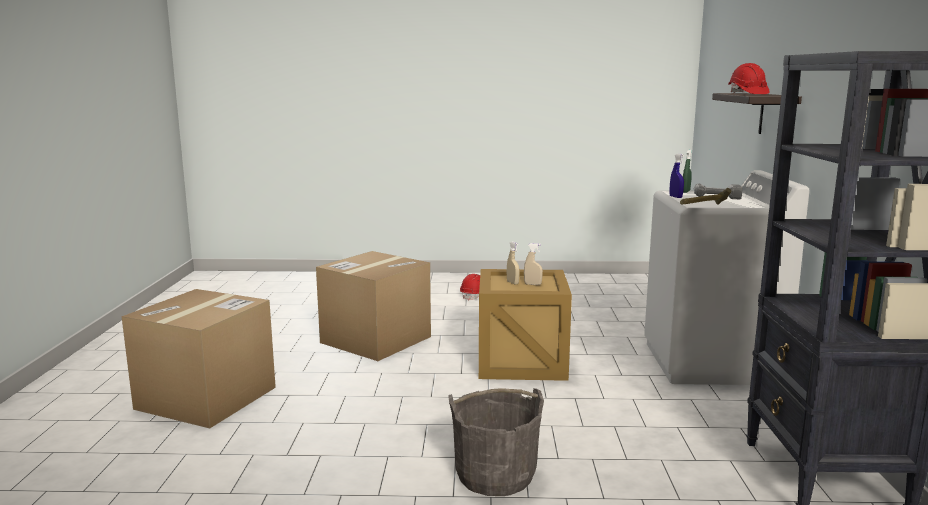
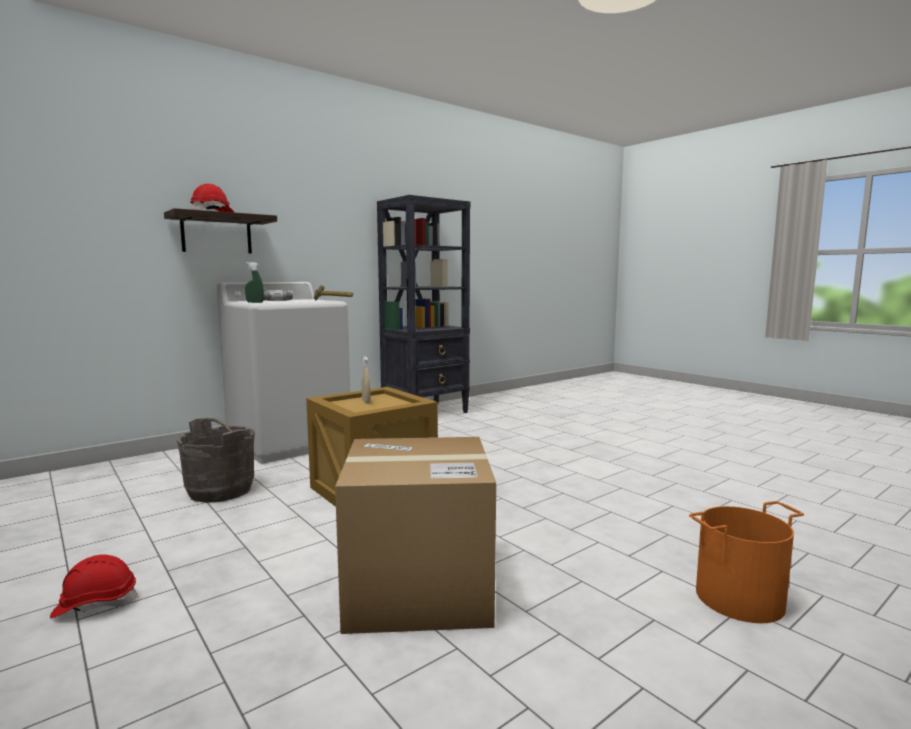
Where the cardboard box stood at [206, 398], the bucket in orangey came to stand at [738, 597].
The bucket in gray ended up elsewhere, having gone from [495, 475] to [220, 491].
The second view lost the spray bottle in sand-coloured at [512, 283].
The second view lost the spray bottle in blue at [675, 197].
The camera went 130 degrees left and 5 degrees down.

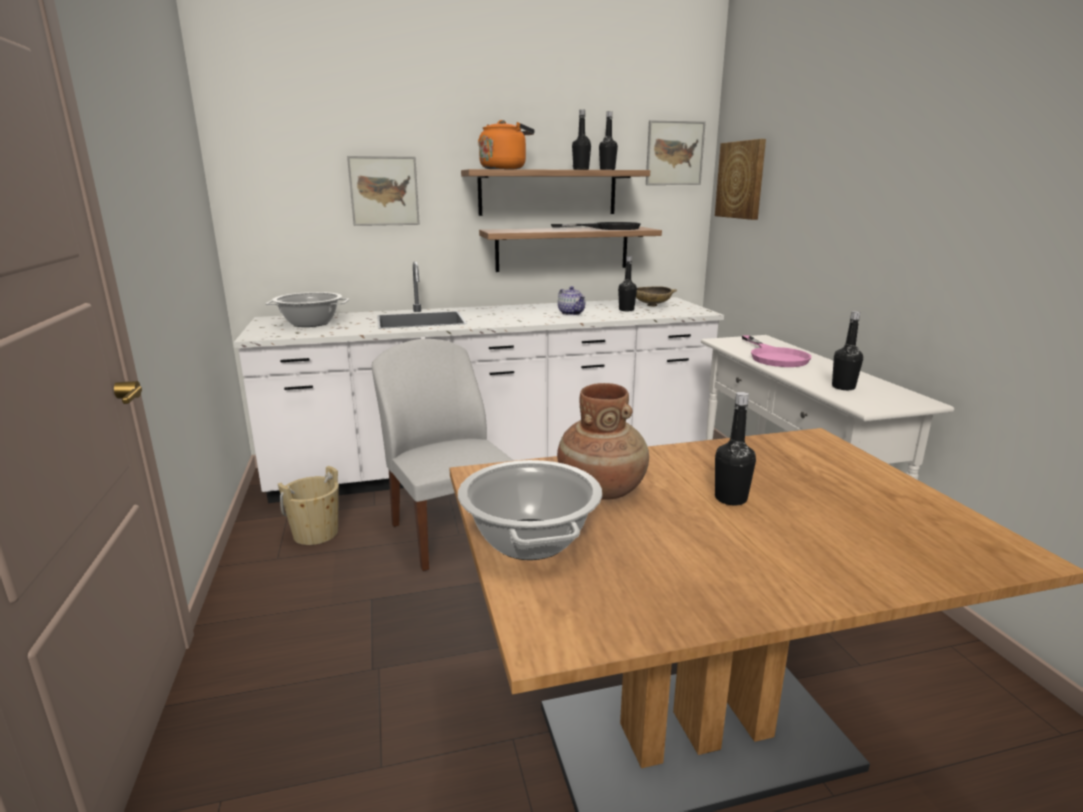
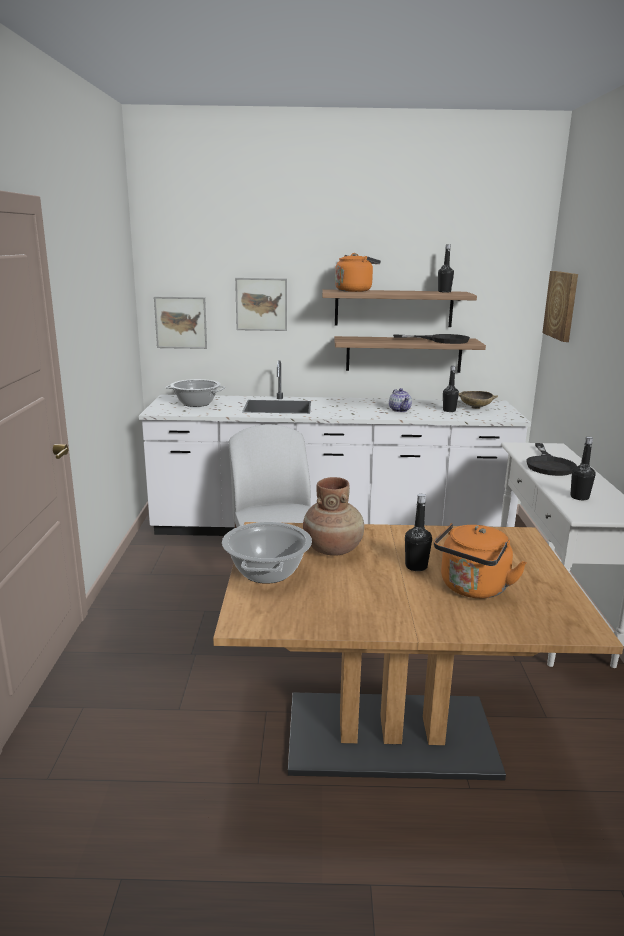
The second view lost the bucket in sand-coloured at [316, 533].
The second view lost the beverage bottle in blackish at [581, 169].
The wall art ended up elsewhere, having gone from [674, 153] to [181, 322].
What was the frying pan in pinkish at [774, 357] turned into the frying pan in blackish at [548, 465].
The second view gained the tea kettle in orangey at [472, 589].
The camera went 15 degrees right and 0 degrees up.

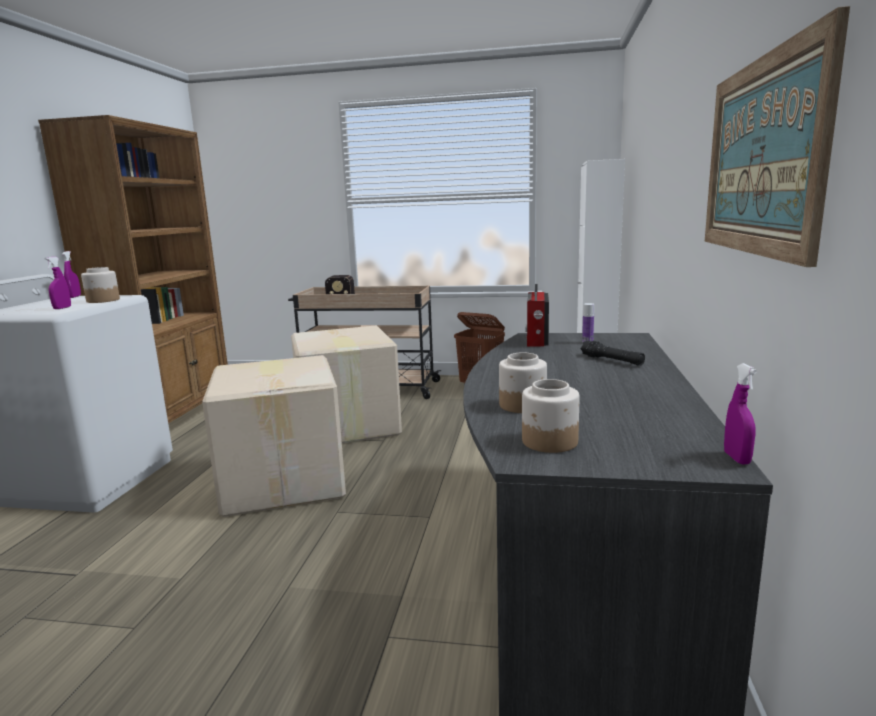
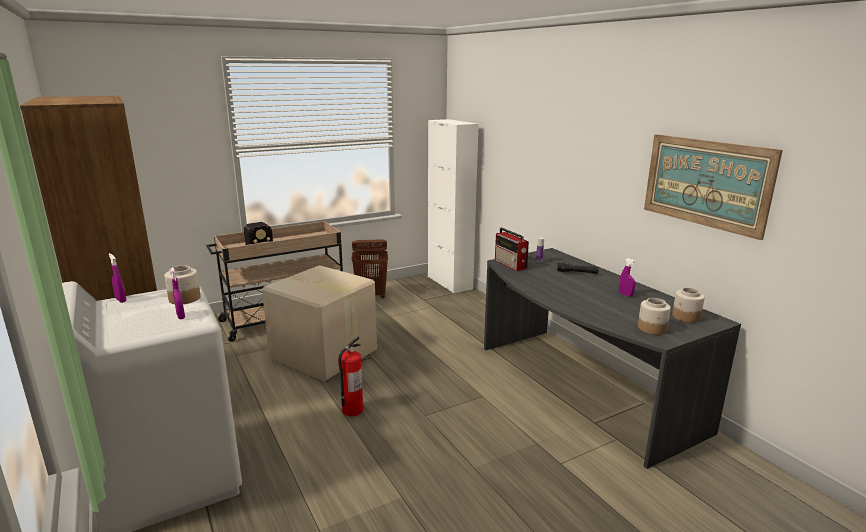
Where the cardboard box stood at [285, 480], the extinguisher came to stand at [352, 410].
The storage jar ended up elsewhere, having gone from [522, 405] to [686, 317].
The spray bottle in purplish ended up elsewhere, having gone from [737, 458] to [625, 295].
The camera went 40 degrees left and 5 degrees up.

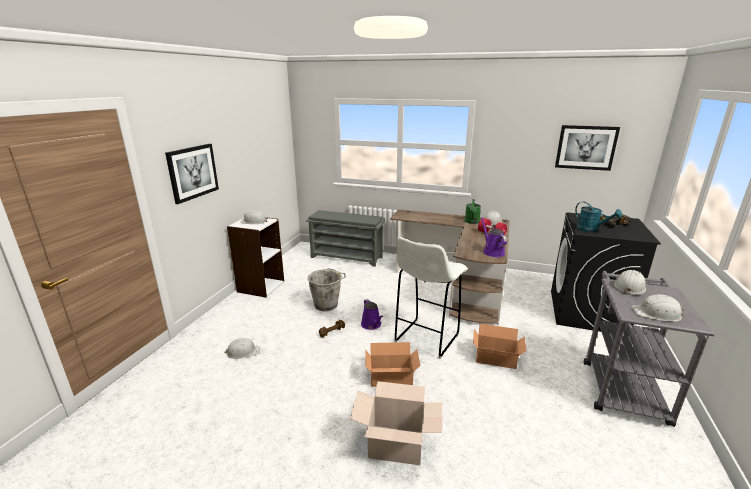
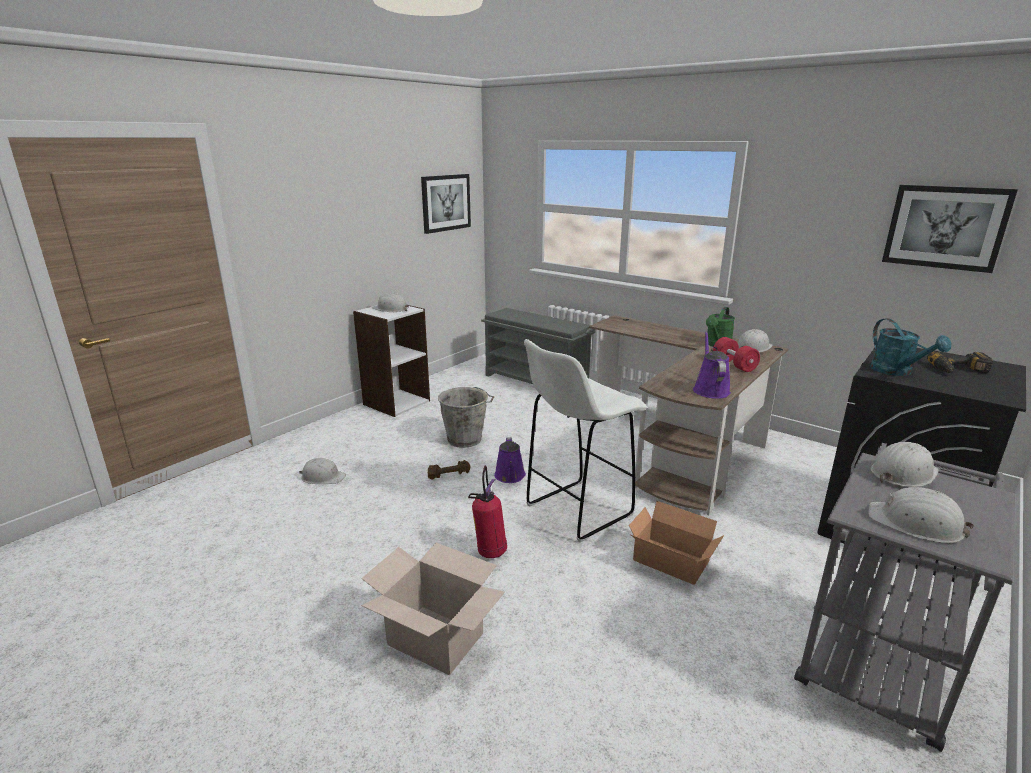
The wall art ended up elsewhere, having gone from [193, 172] to [445, 203].
Where the cardboard box stood at [392, 378], the extinguisher came to stand at [490, 552].
The camera went 20 degrees right and 0 degrees up.

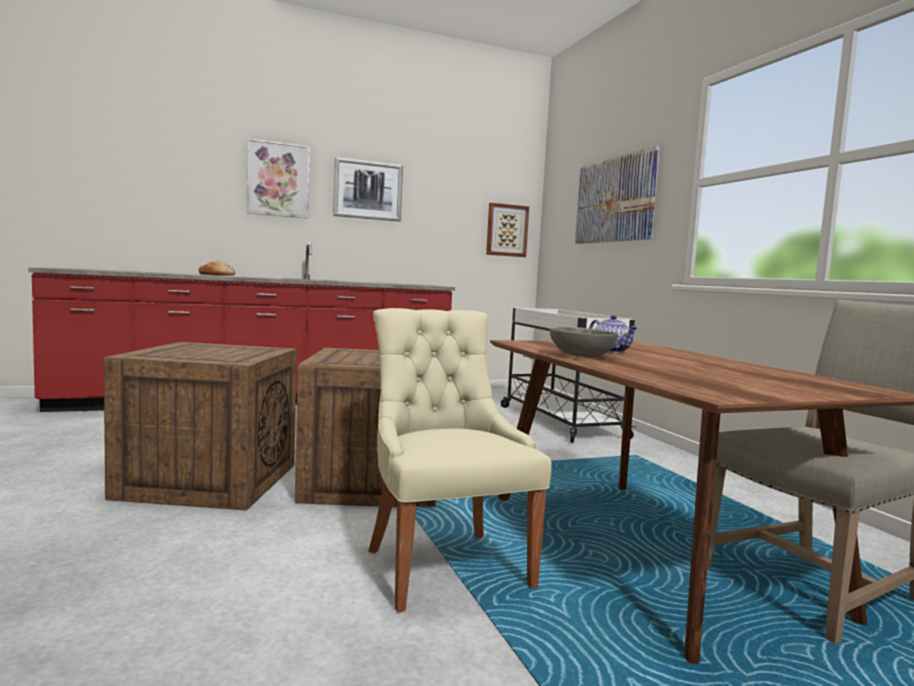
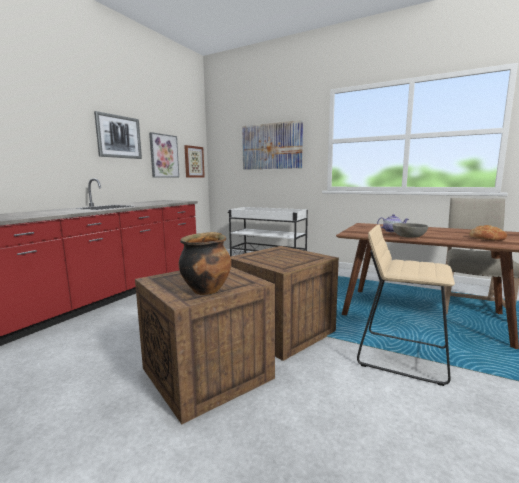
The bread ended up elsewhere, having gone from [216, 275] to [487, 238].
The wall art ended up elsewhere, having gone from [278, 179] to [164, 156].
Where the plain chair in sand-coloured stood at [444, 565], the sitting stool in sand-coloured came to stand at [402, 355].
The second view gained the stockpot at [206, 290].
The camera went 40 degrees left and 5 degrees up.

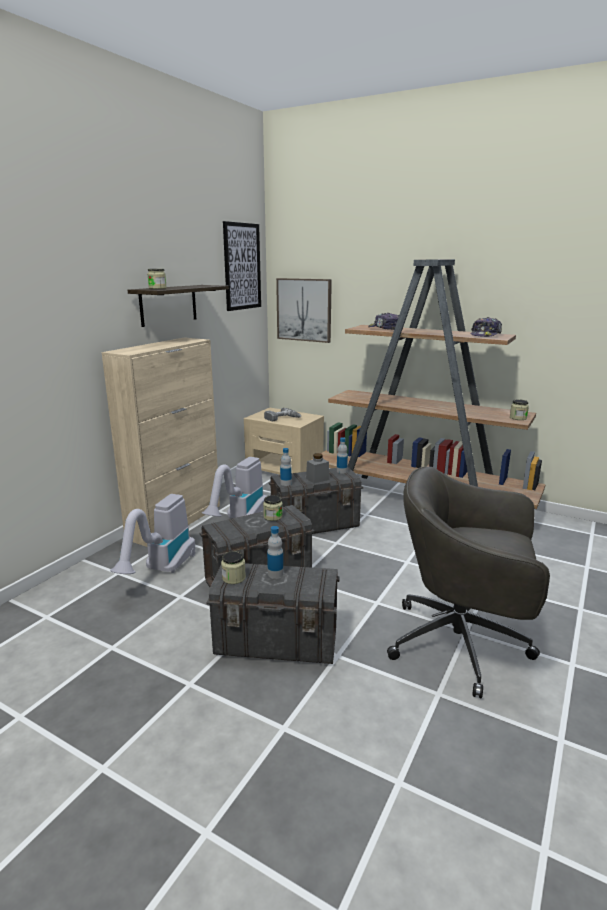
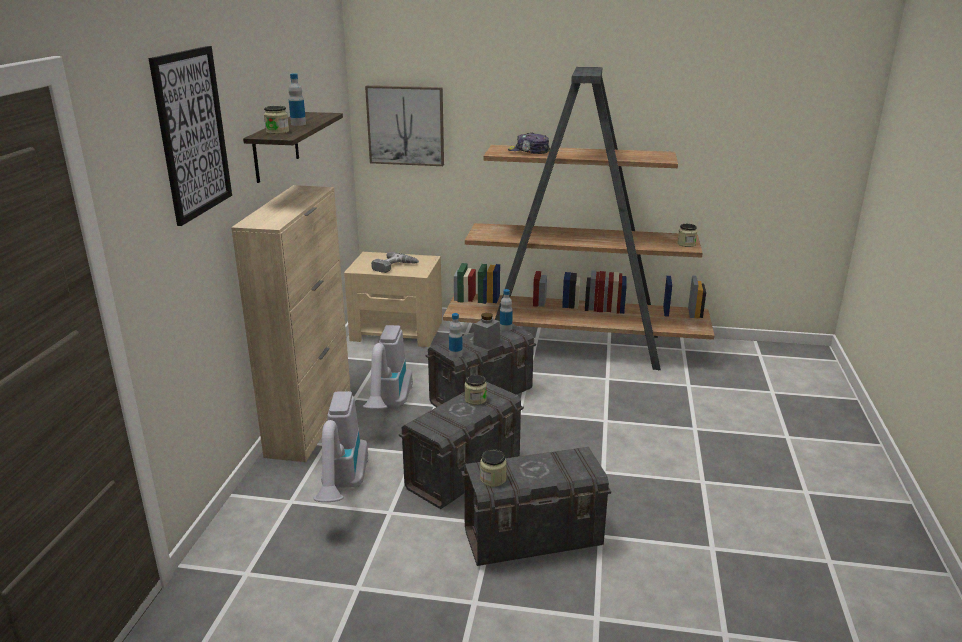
The wall art ended up elsewhere, having gone from [242, 266] to [192, 134].
The beverage bottle ended up elsewhere, having gone from [275, 574] to [298, 124].
The second view lost the office chair in gray at [462, 644].
The second view lost the peaked cap at [485, 335].
The camera went 20 degrees left and 5 degrees up.

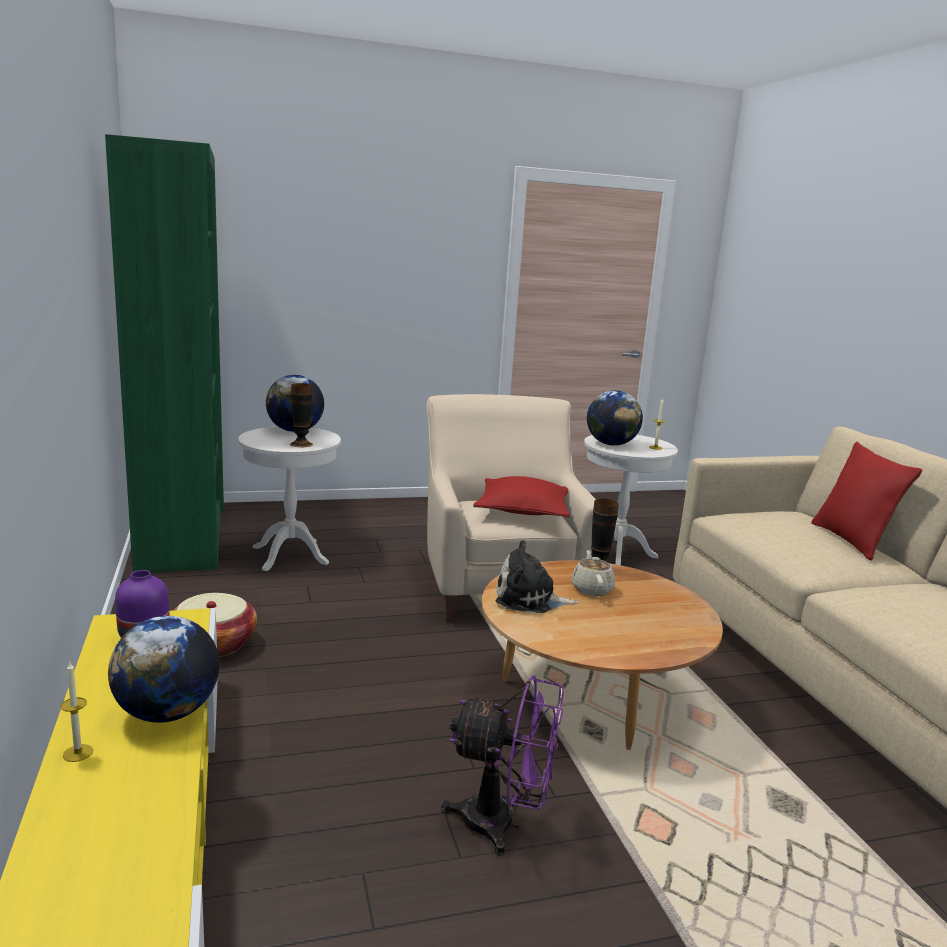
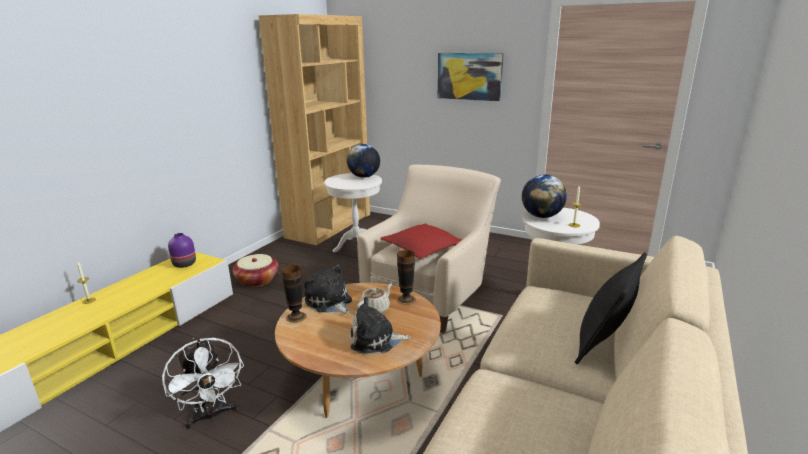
What was the bookcase in green at [183, 536] turned into the bookcase in brownish at [329, 225].
The second view lost the desk globe at [167, 713].
The flower vase ended up elsewhere, having gone from [301, 444] to [296, 317].
What was the electric fan in purplish at [502, 824] turned into the electric fan in white-coloured at [211, 416].
What was the pillow in reddish at [851, 541] turned into the pillow in blackish at [603, 344].
The second view gained the soft toy at [376, 340].
The second view gained the wall art at [469, 76].
The camera went 45 degrees right and 5 degrees up.

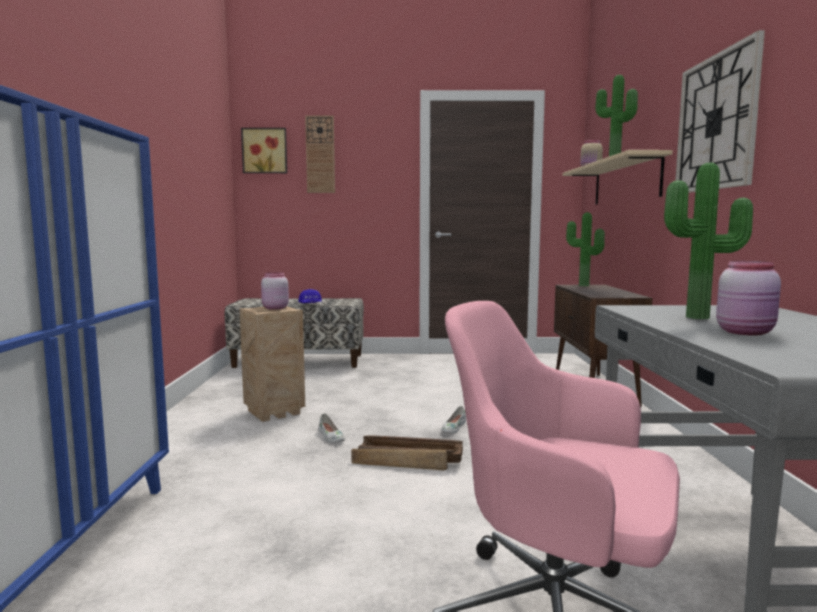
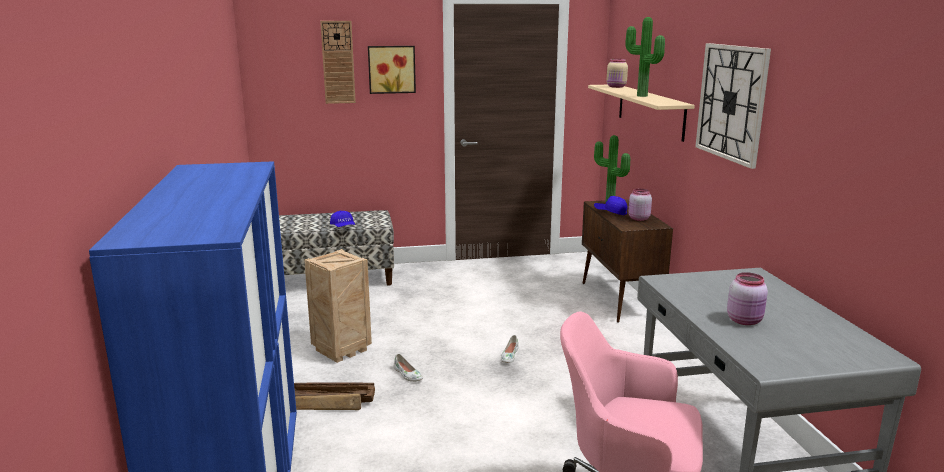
The wall art ended up elsewhere, having gone from [265, 151] to [391, 69].
The storage jar in pinkish ended up elsewhere, having gone from [274, 308] to [638, 219].
The packing crate ended up elsewhere, having gone from [408, 462] to [329, 403].
The second view lost the plant in a pot at [701, 318].
The second view gained the peaked cap in blue at [610, 212].
The camera went 10 degrees left and 10 degrees up.

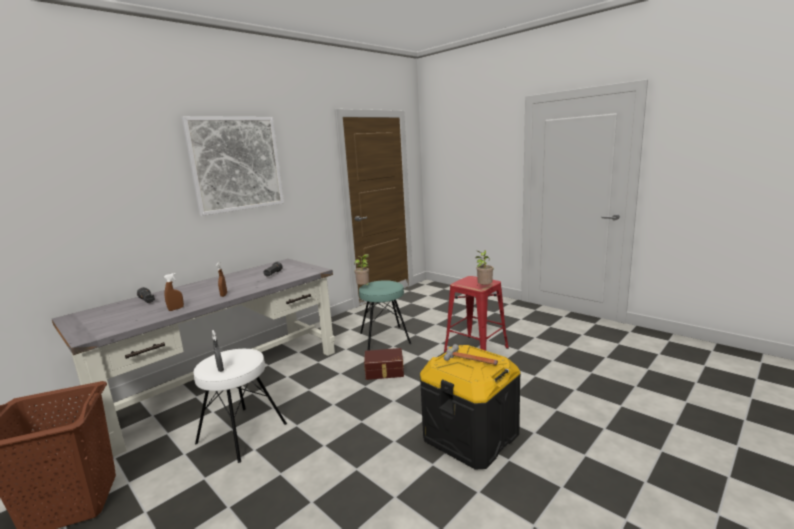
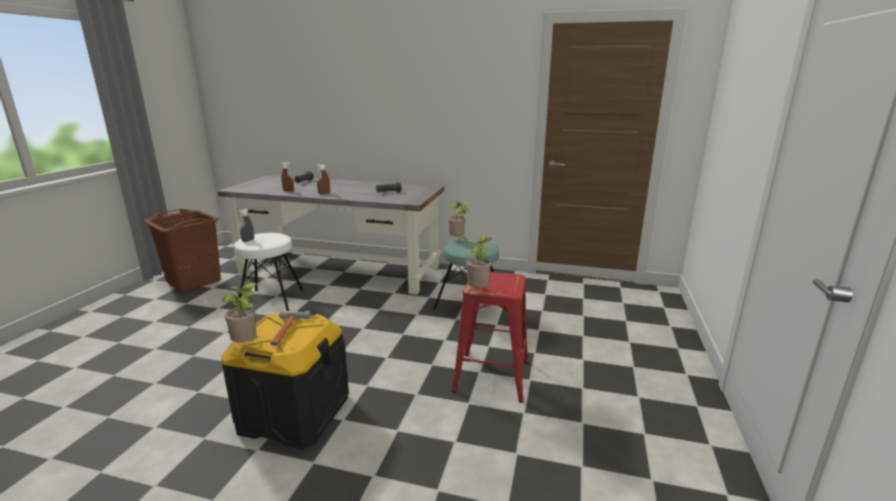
The second view lost the wall art at [236, 164].
The second view lost the storage container in brownish at [384, 371].
The second view gained the plant in a pot at [247, 344].
The camera went 60 degrees right and 5 degrees up.

